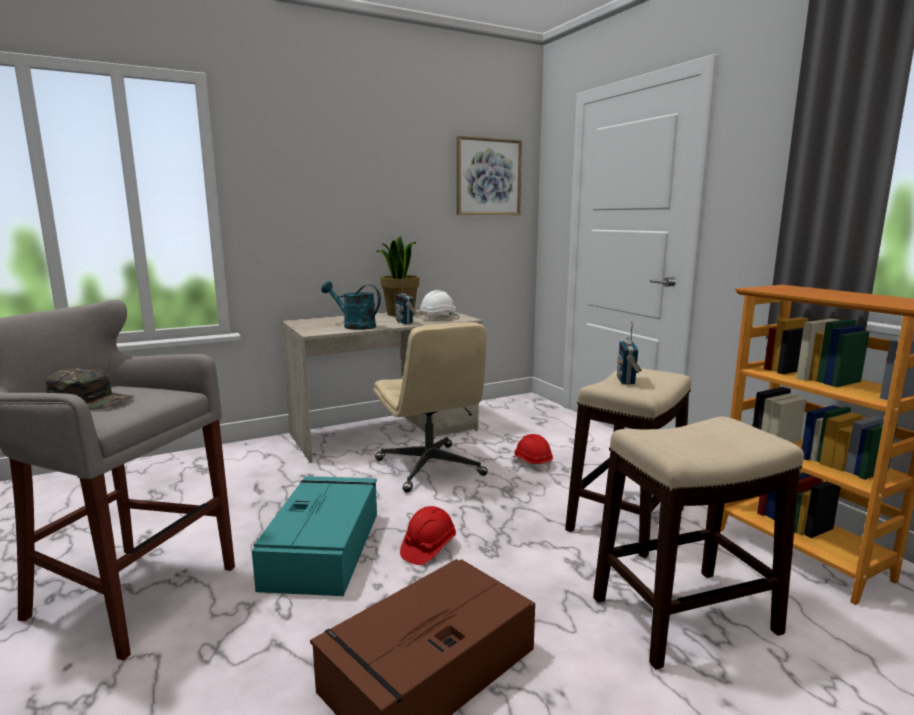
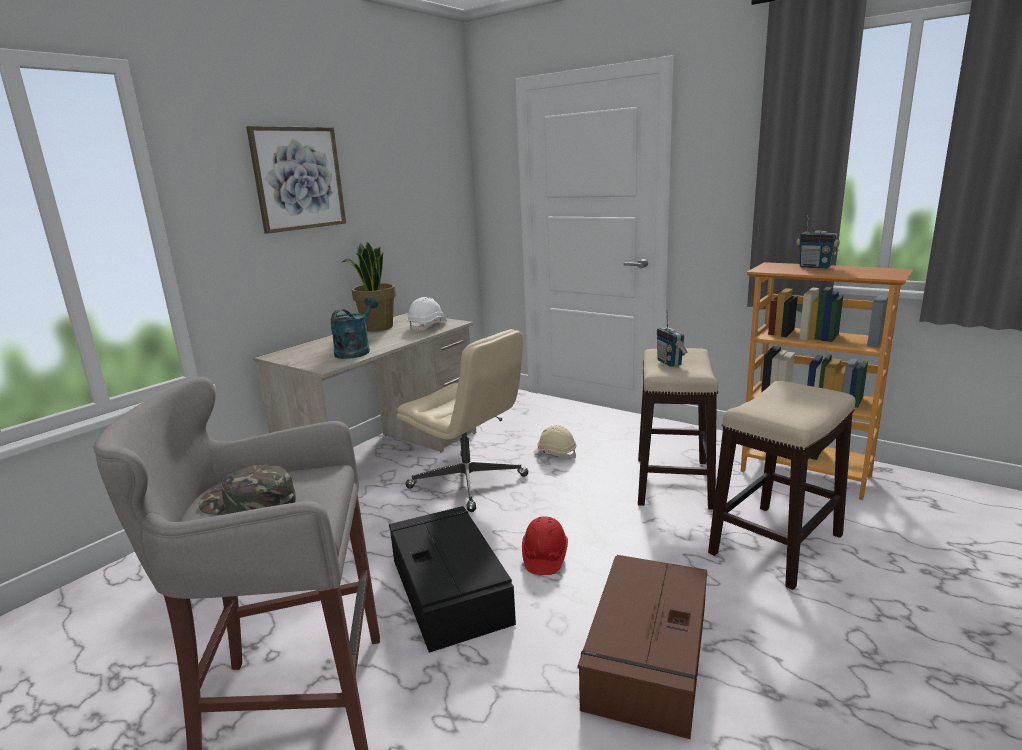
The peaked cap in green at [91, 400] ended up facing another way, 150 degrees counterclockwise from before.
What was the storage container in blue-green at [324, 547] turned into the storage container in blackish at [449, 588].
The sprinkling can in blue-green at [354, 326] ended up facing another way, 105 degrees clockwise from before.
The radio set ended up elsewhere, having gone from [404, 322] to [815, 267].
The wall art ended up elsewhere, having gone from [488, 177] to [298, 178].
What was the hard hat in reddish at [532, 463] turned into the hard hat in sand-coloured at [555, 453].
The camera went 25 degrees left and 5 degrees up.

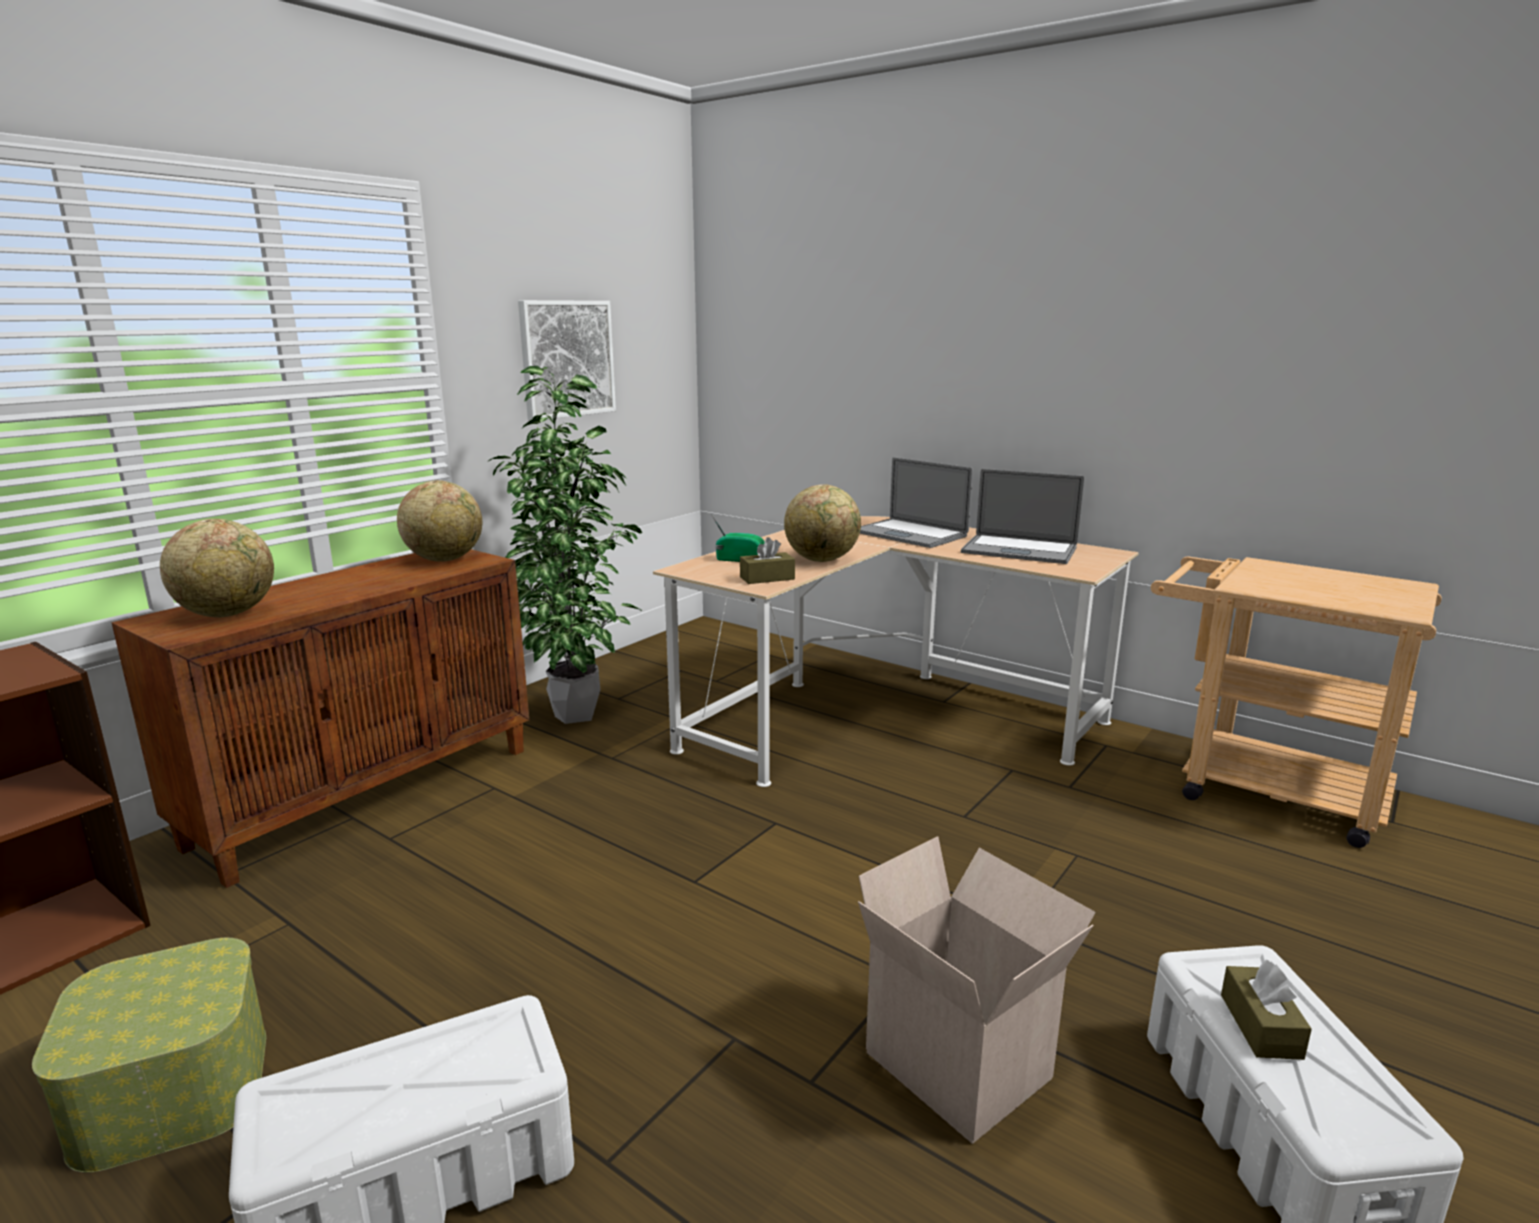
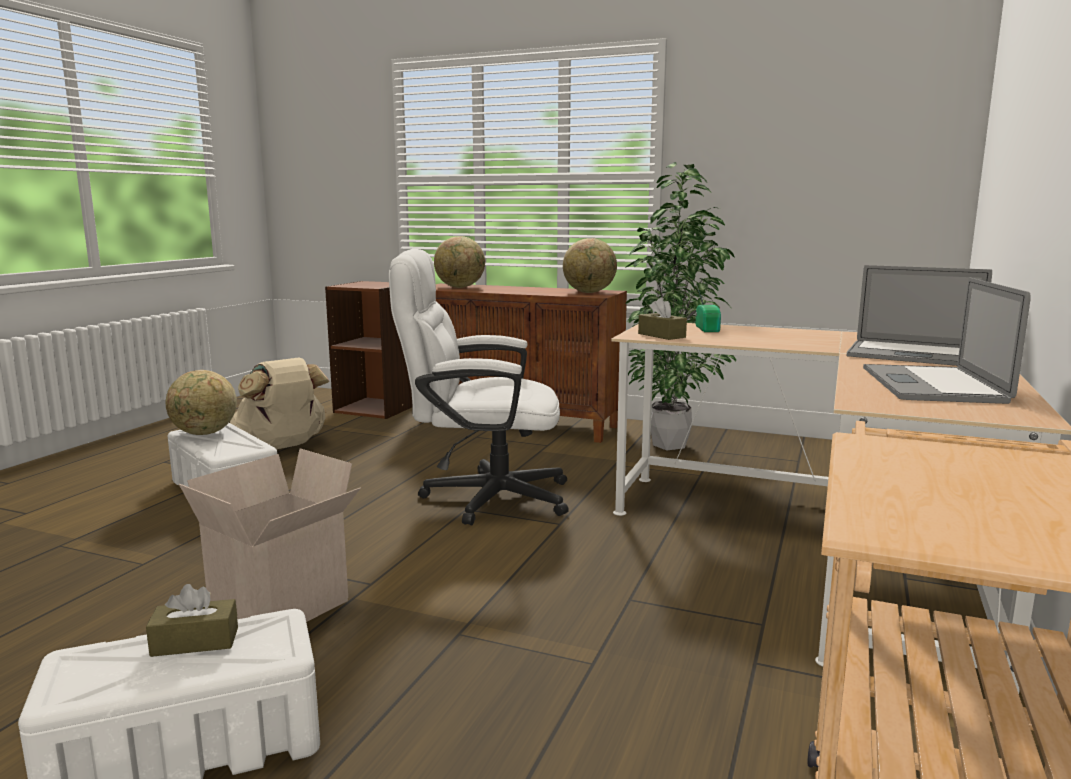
Where the storage container stood at [172, 1089], the rucksack in sand-coloured came to stand at [282, 447].
The second view lost the wall art at [567, 359].
The desk globe ended up elsewhere, having gone from [822, 560] to [204, 434].
The portable computer at [909, 534] ended up facing another way, 90 degrees counterclockwise from before.
The second view gained the office chair in white-coloured at [482, 497].
The camera went 75 degrees right and 5 degrees down.

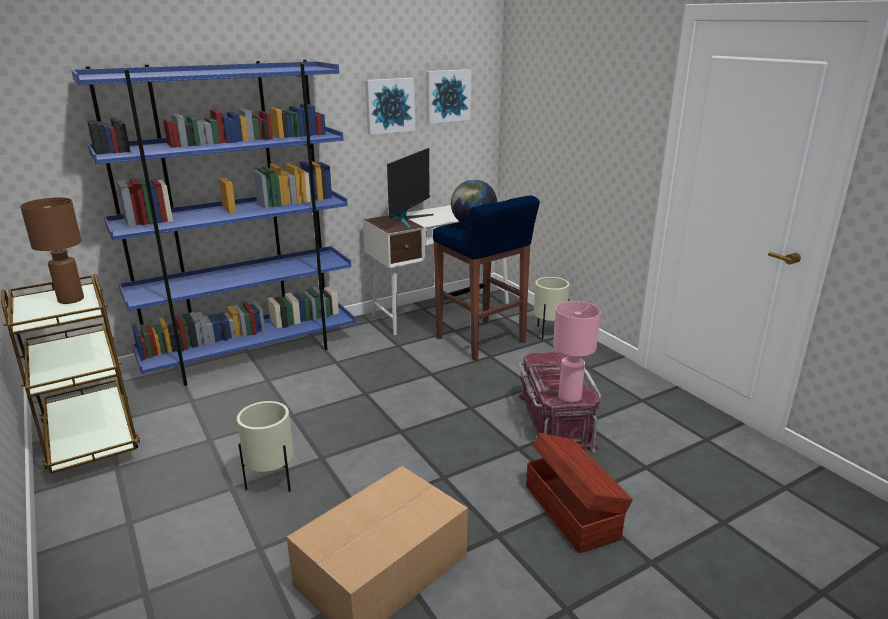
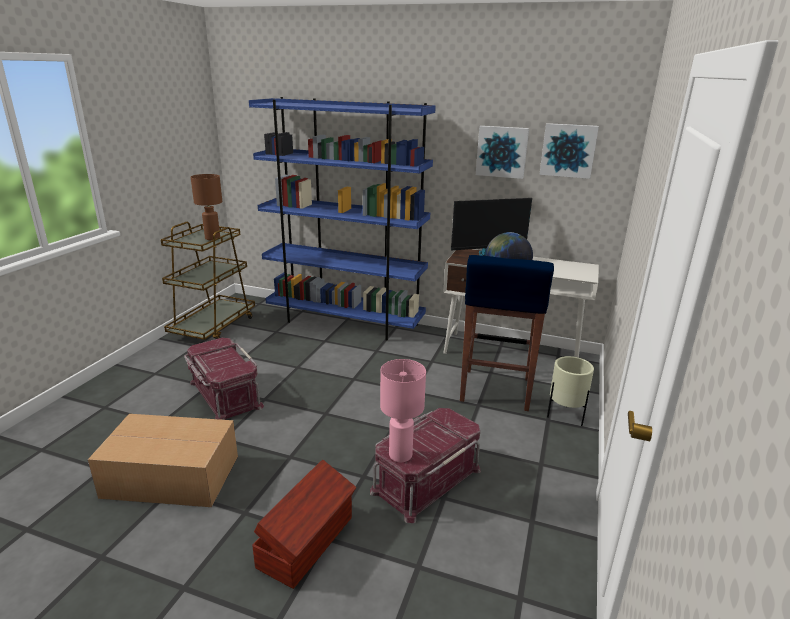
Where the flower pot in sand-coloured stood at [271, 482], the storage container in reddish came to stand at [224, 395].
The camera went 50 degrees right and 0 degrees up.

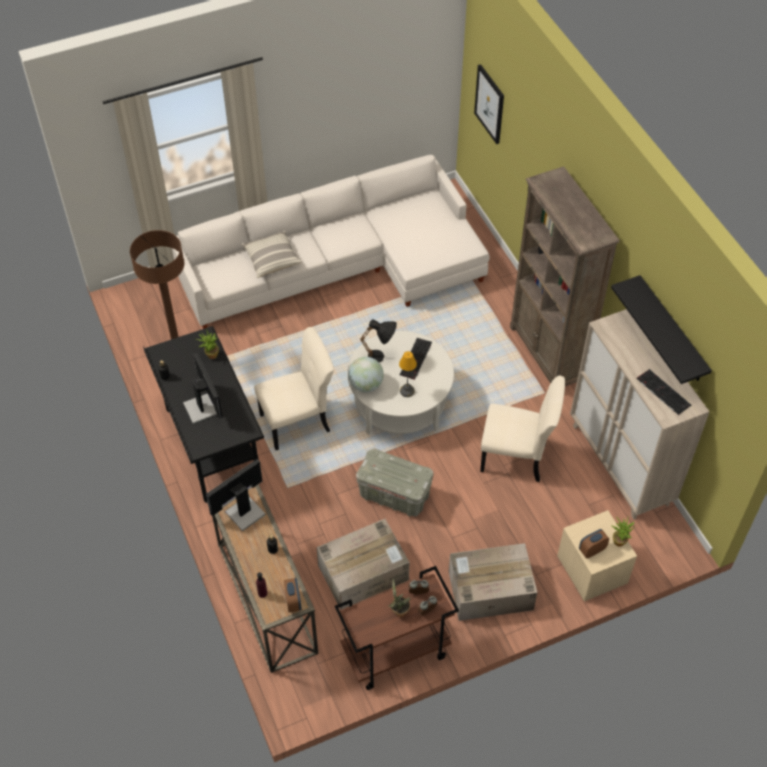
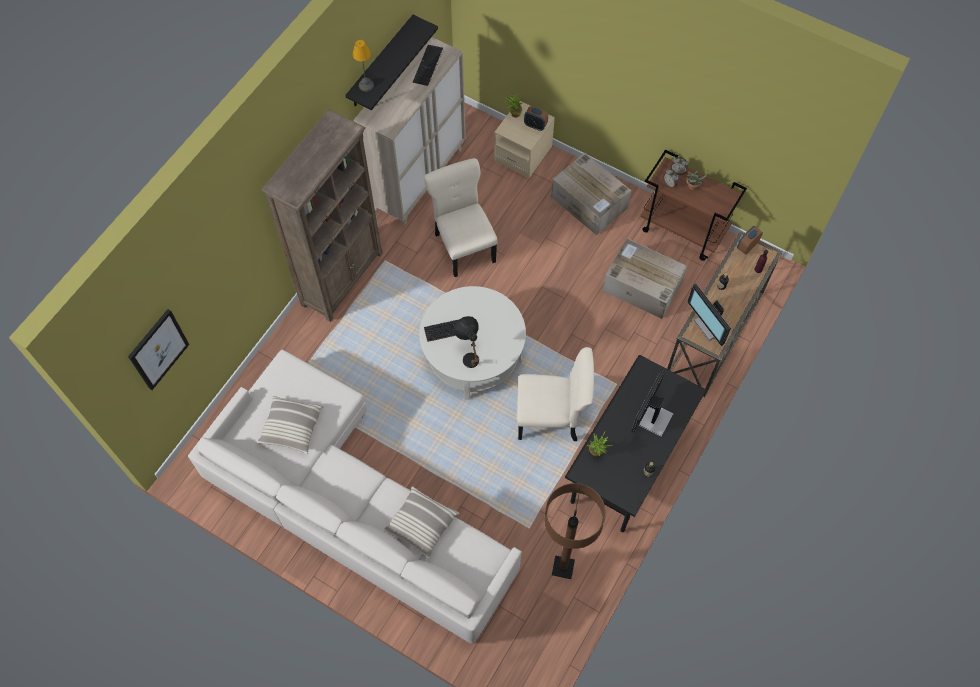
The computer display at [243, 512] ended up facing another way, 45 degrees clockwise from before.
The plain chair in sand-coloured at [298, 422] ended up facing another way, 150 degrees clockwise from before.
The second view lost the desk globe at [365, 385].
The second view lost the storage container in gray at [395, 495].
The table lamp ended up elsewhere, having gone from [406, 391] to [366, 86].
The second view gained the pillow at [292, 428].
The camera went 125 degrees left and 10 degrees up.

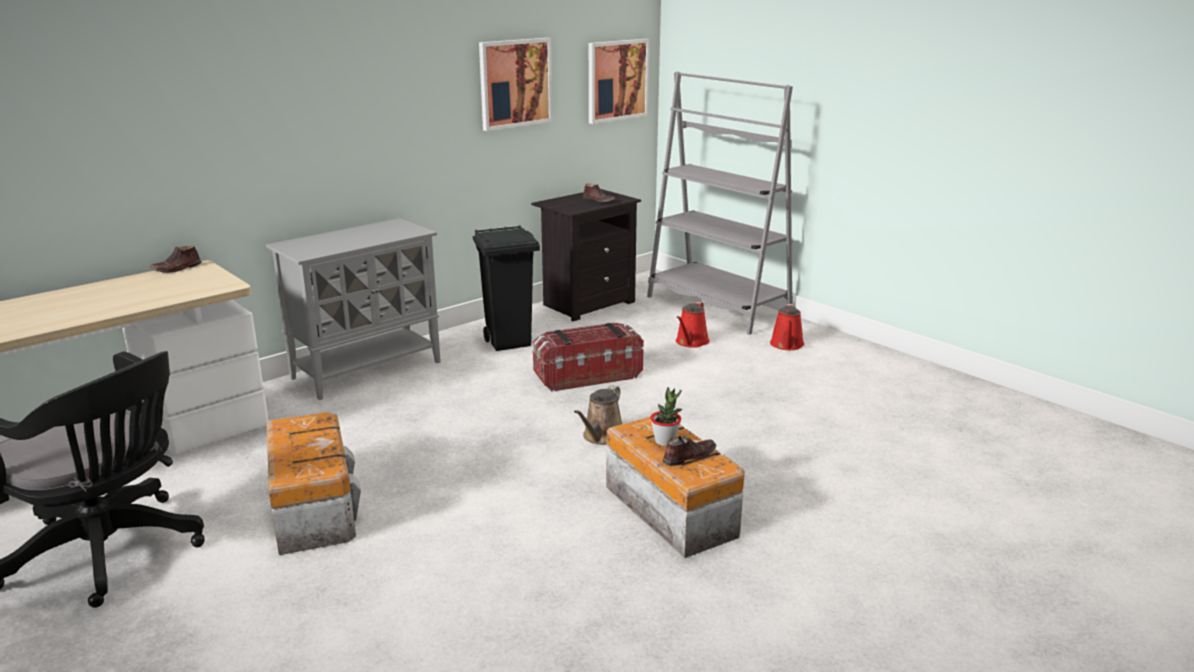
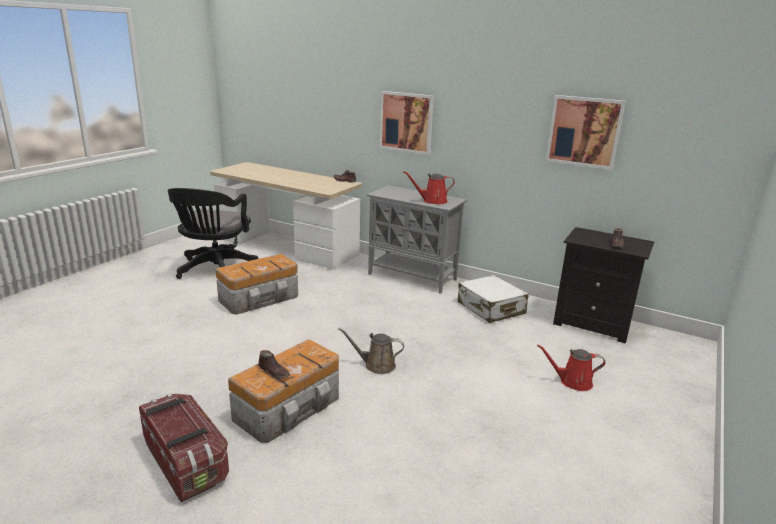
Where the waste bin in blackish stood at [509, 342], the travel case in white-coloured came to stand at [490, 308].
The storage container ended up elsewhere, having gone from [587, 376] to [185, 461].
The wall art ended up elsewhere, having gone from [617, 80] to [406, 122].
The second view lost the bookcase in gray at [717, 306].
The second view lost the plant in a pot at [665, 441].
The sprinkling can in reddish ended up elsewhere, having gone from [787, 345] to [432, 201].
The camera went 70 degrees right and 0 degrees up.

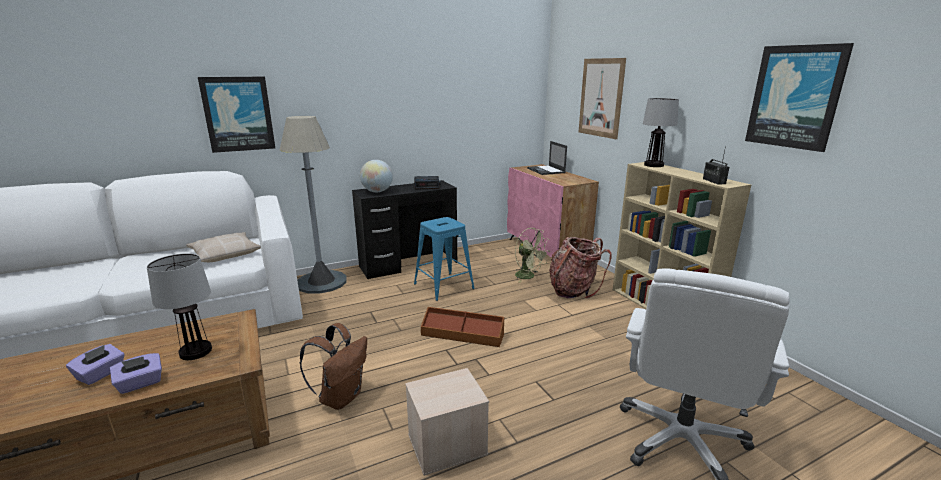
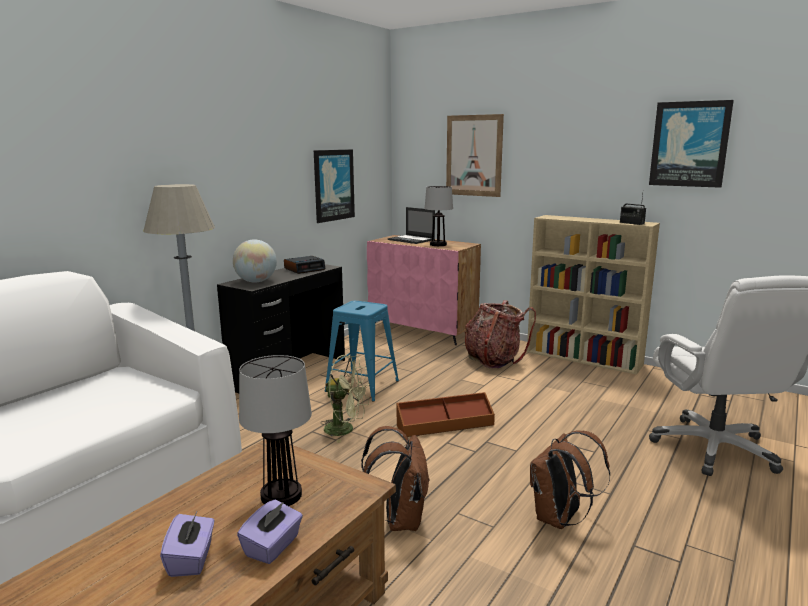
The second view lost the pillow in sand-coloured at [225, 254].
The wall art ended up elsewhere, having gone from [238, 114] to [333, 185].
Where the storage container in sand-coloured stood at [446, 445], the rucksack in brownish came to stand at [559, 519].
The electric fan in green ended up elsewhere, having gone from [528, 276] to [345, 430].
The table lamp ended up elsewhere, having gone from [653, 165] to [438, 245].
The camera went 30 degrees left and 5 degrees down.

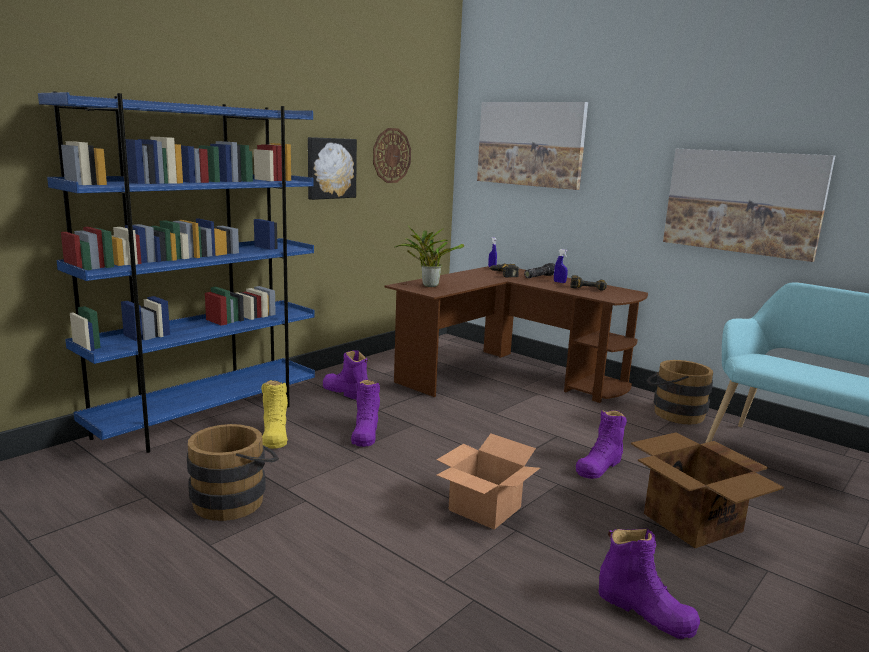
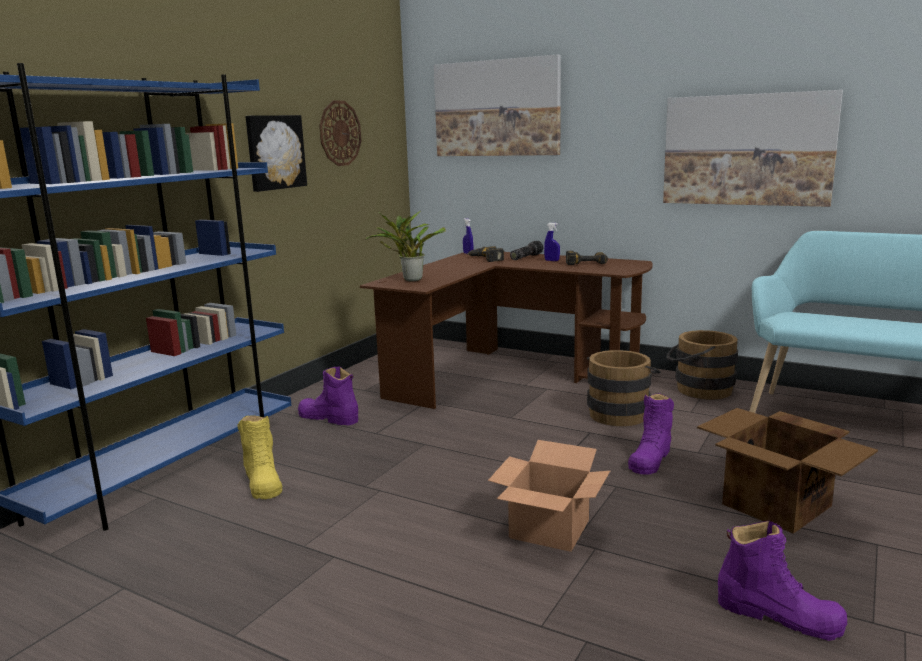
The bucket in brownish ended up elsewhere, having gone from [235, 500] to [620, 413].
The second view lost the boot in purplish at [365, 433].
The camera went 10 degrees left and 0 degrees up.

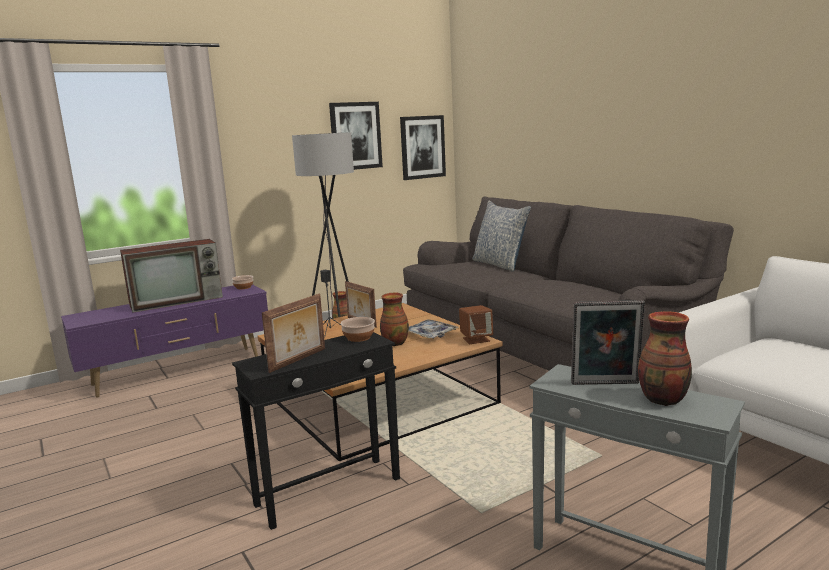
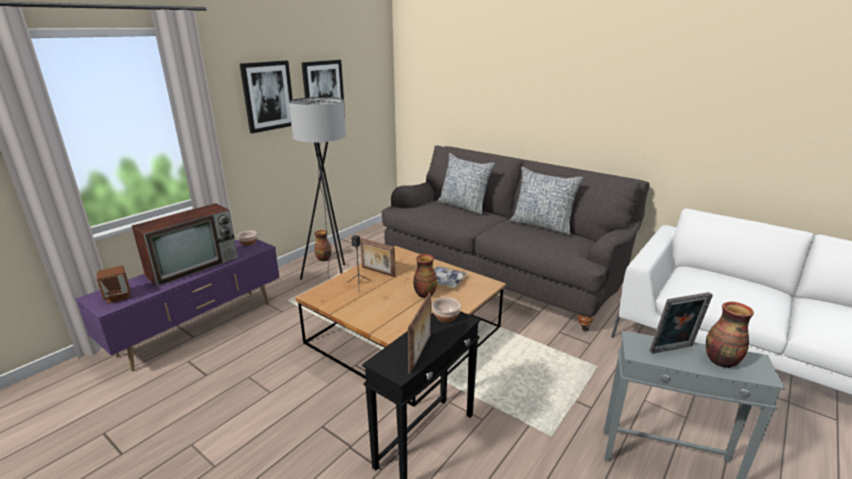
The wall art ended up elsewhere, having gone from [422, 147] to [268, 96].
The audio speaker in brownish ended up elsewhere, having gone from [476, 339] to [118, 296].
The second view gained the pillow at [542, 225].
The camera went 20 degrees left and 10 degrees up.

